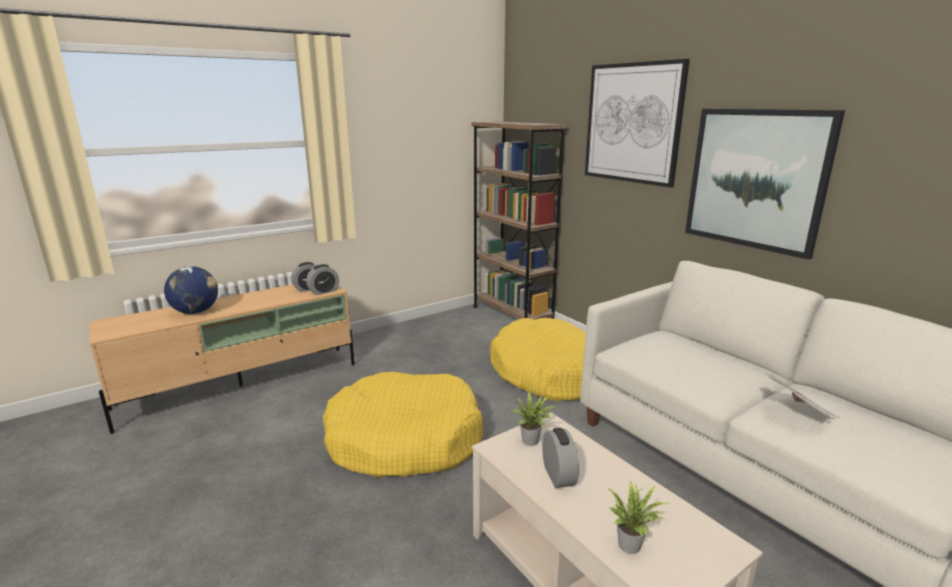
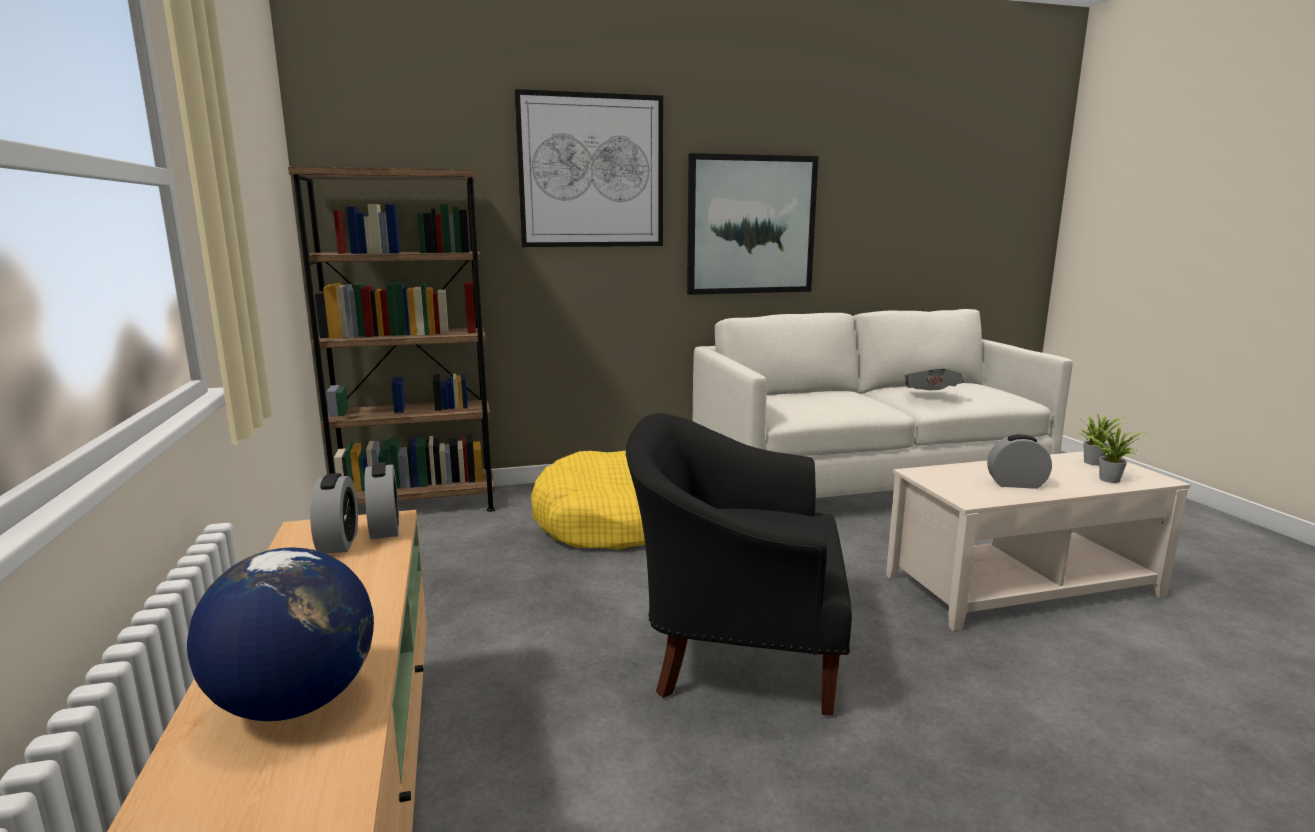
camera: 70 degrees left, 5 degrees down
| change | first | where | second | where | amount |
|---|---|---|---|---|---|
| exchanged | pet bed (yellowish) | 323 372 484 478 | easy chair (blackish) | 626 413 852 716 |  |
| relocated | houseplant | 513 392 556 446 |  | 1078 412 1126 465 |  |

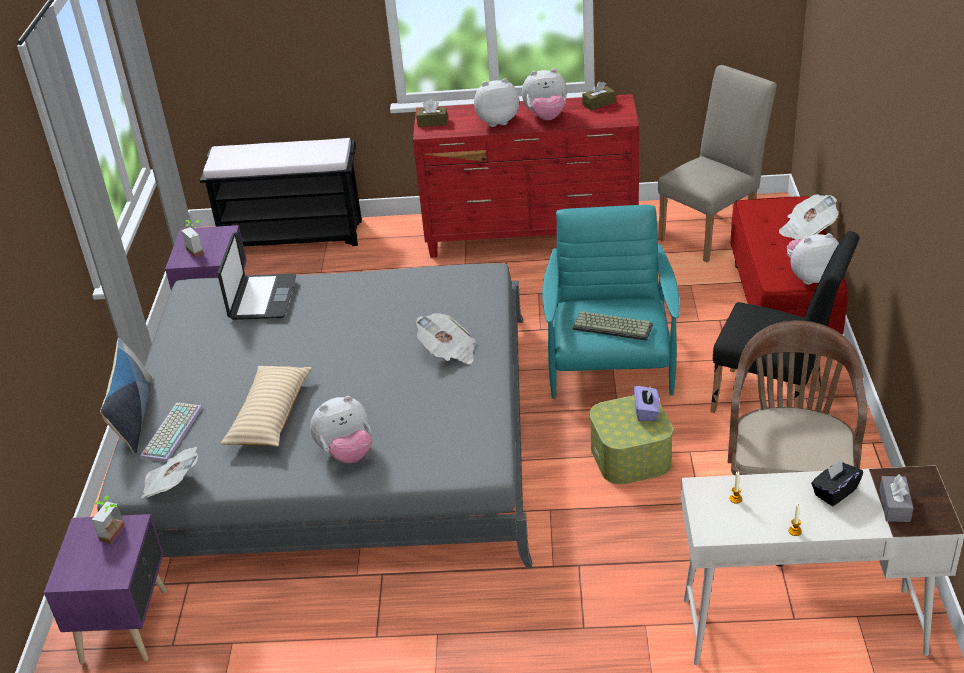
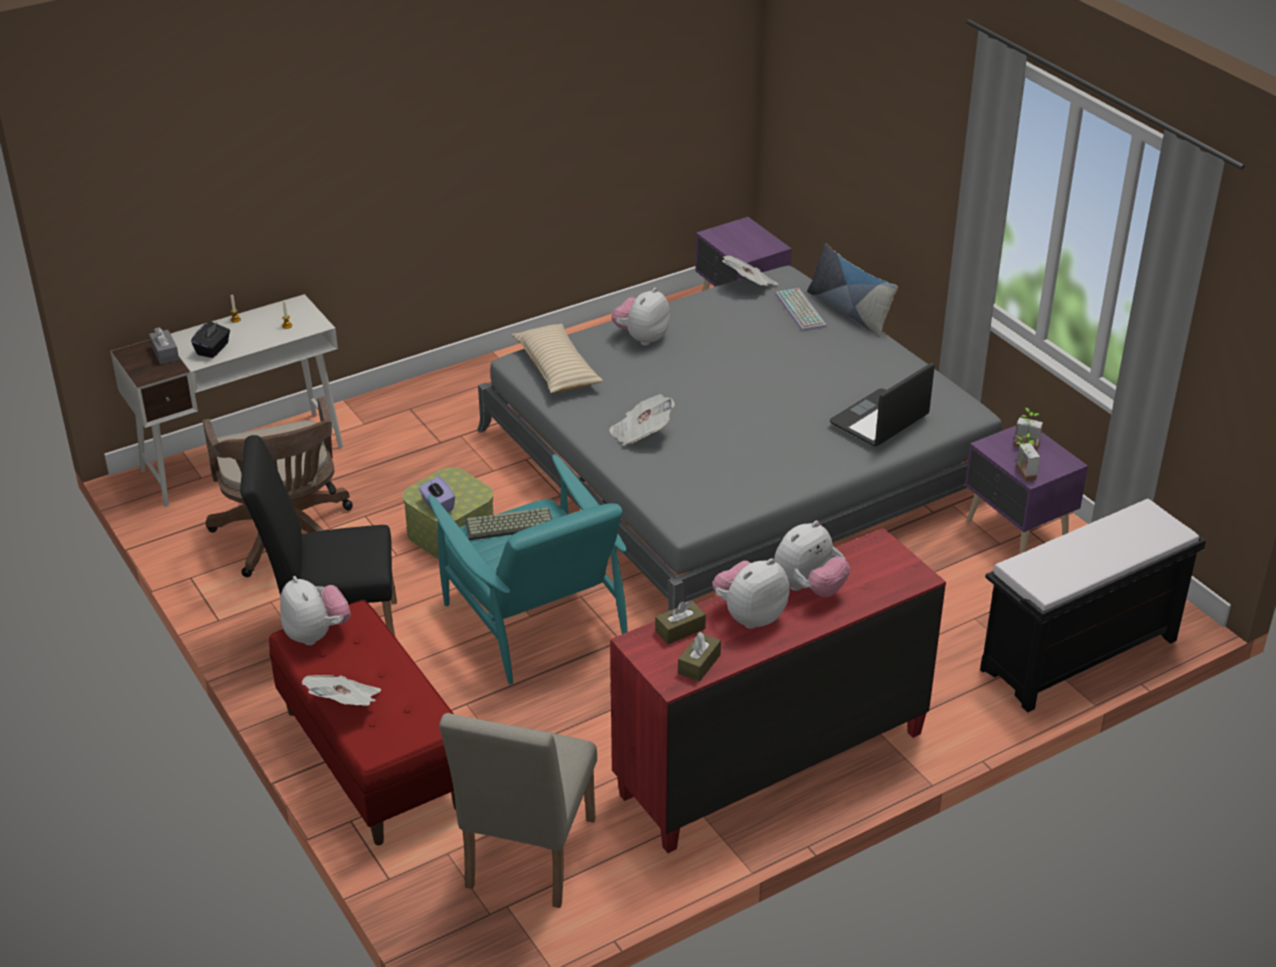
camera: 145 degrees right, 0 degrees up
| change | first | where | second | where | amount |
|---|---|---|---|---|---|
| relocated | tissue box (brown) | 417 99 447 127 |  | 655 601 706 644 |  |
| spun | notebook computer | 217 233 296 320 |  | 830 363 935 446 | 75 degrees clockwise |
| spun | cuddly toy | 787 233 839 285 |  | 280 576 351 646 | 75 degrees counterclockwise |
| relocated | cushion (sand-coloured) | 221 366 312 447 |  | 512 324 603 393 |  |
| relocated | houseplant | 92 495 125 544 |  | 1016 433 1040 482 |  |

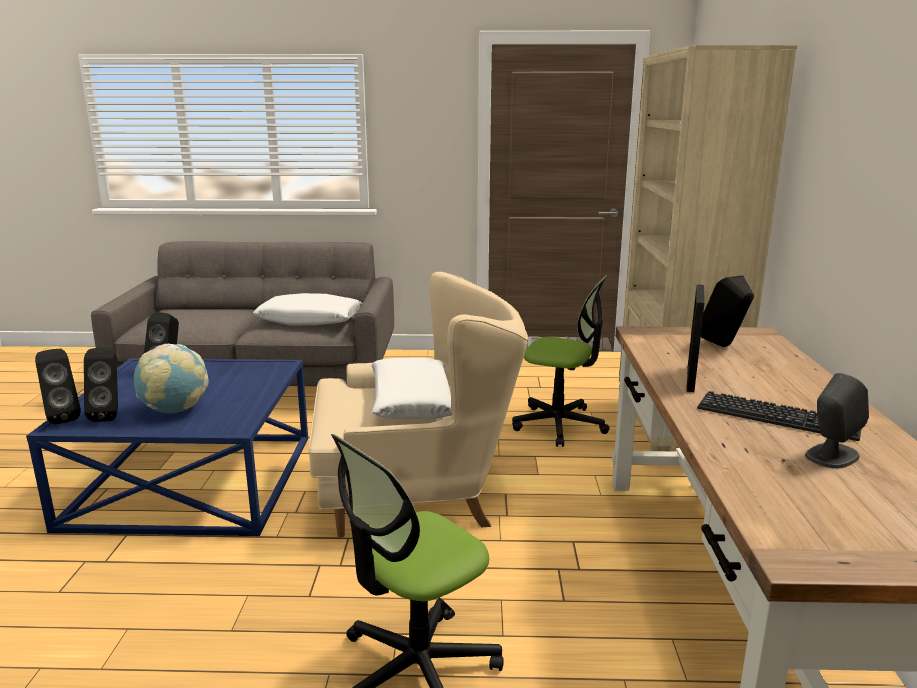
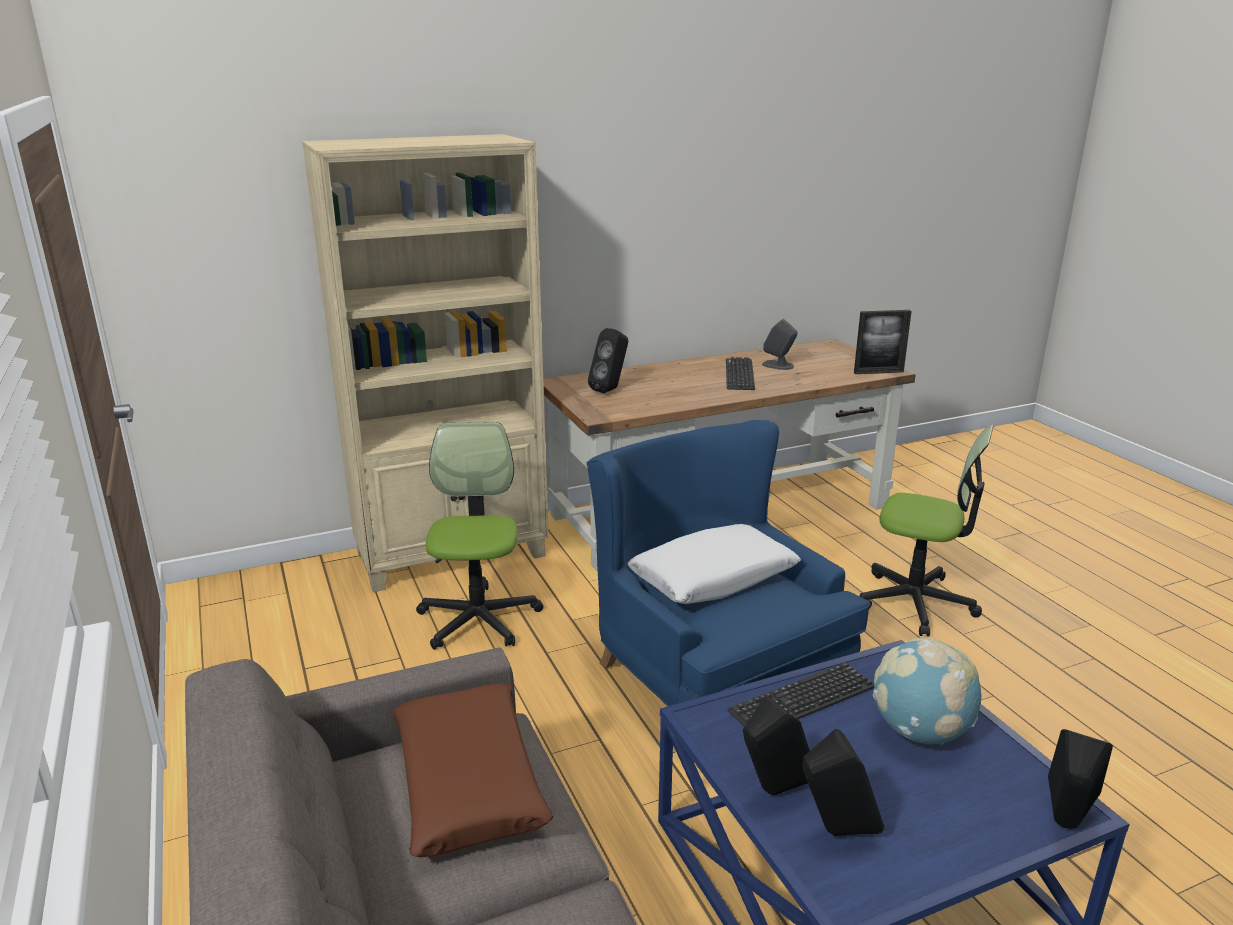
camera: 115 degrees left, 5 degrees up
| change | first | where | second | where | amount |
|---|---|---|---|---|---|
| colour | easy chair (sand-coloured) | 308 272 528 537 | easy chair (blue) | 587 420 870 706 |  |
| relocated | standing frame | 687 284 705 392 |  | 854 310 912 374 |  |
| colour | cushion (white) | 253 293 362 326 | cushion (brown) | 392 683 554 857 |  |
| relocated | audio speaker (blackish) | 84 348 118 422 |  | 743 695 810 795 |  |
| appeared |  |  | keyboard | 727 662 874 727 |  |

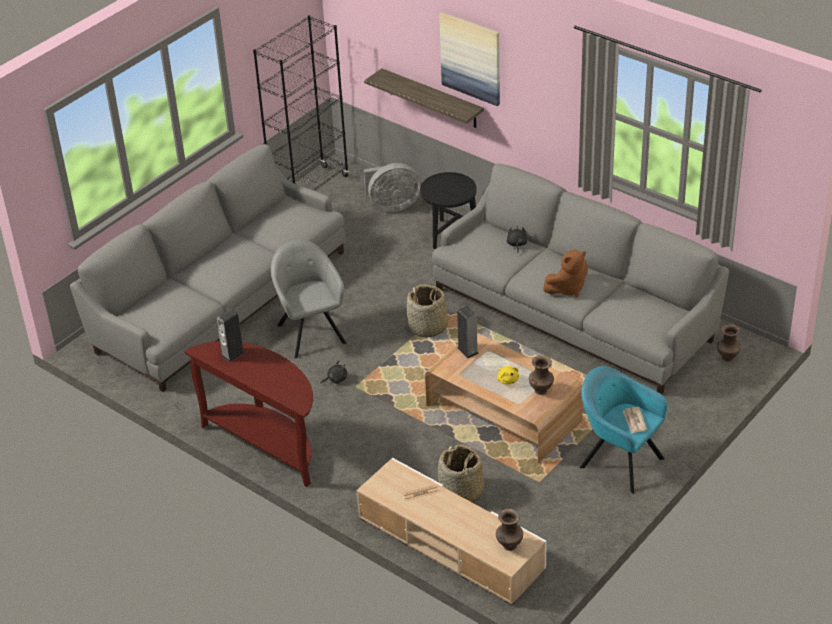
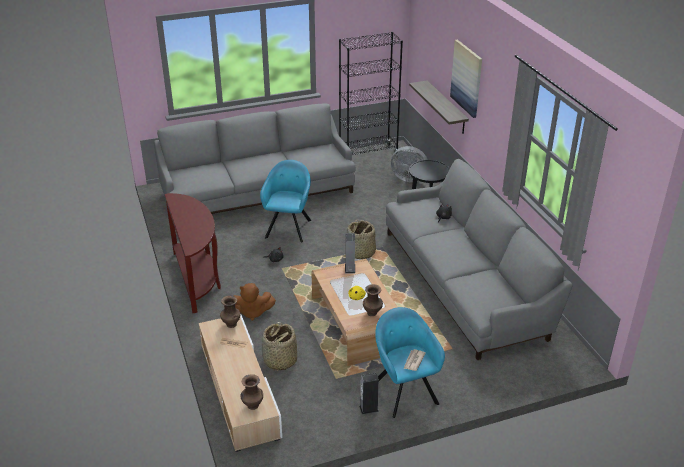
camera: 30 degrees right, 5 degrees down
| change | first | where | second | where | amount |
|---|---|---|---|---|---|
| colour | easy chair (grey) | 271 240 347 359 | easy chair (blue-green) | 260 160 311 243 |  |
| relocated | cuddly toy (brown) | 543 250 588 297 |  | 234 283 276 321 |  |
| relocated | audio speaker | 216 308 245 363 |  | 359 373 379 414 |  |
| relocated | flower vase (brown) | 717 324 741 362 |  | 220 296 240 328 |  |

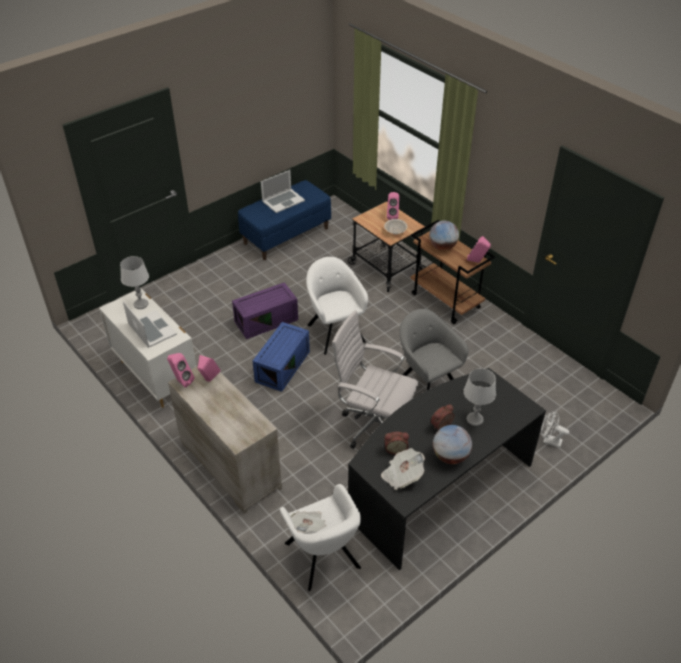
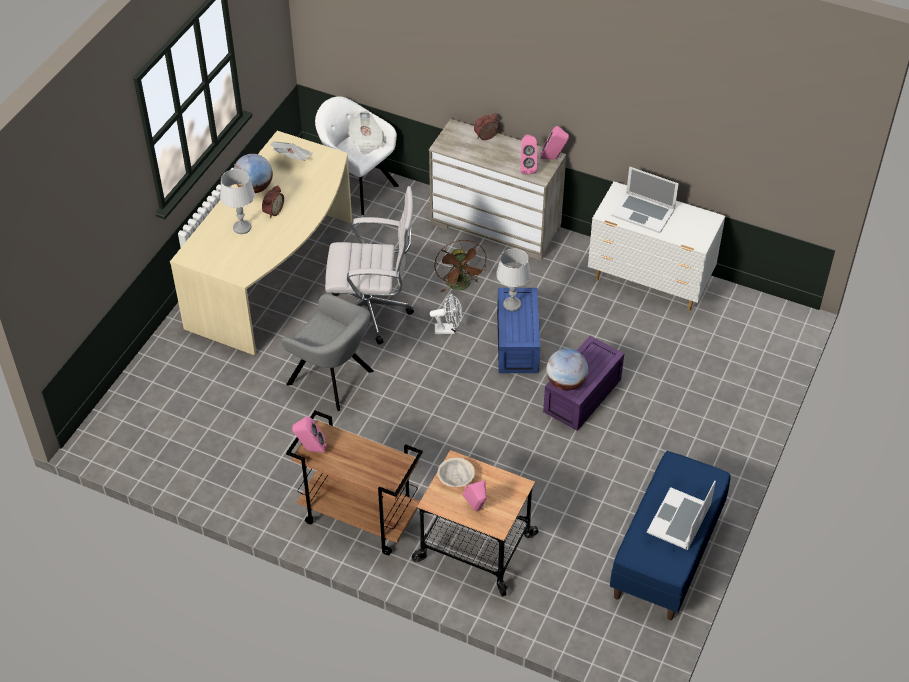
camera: 155 degrees right, 5 degrees up
| change | first | where | second | where | amount |
|---|---|---|---|---|---|
| relocated | globe | 429 221 459 250 |  | 546 348 588 390 |  |
| relocated | tabletop lamp (grey) | 120 256 149 309 |  | 496 248 531 311 |  |
| missing | easy chair (white) | 306 257 368 355 |  |  |  |
| colour | desk (blackish) | 348 368 546 570 | desk (sand-coloured) | 170 131 352 355 |  |
| relocated | fan (white) | 541 411 569 448 |  | 430 294 462 334 |  |
| relocated | table clock | 384 432 409 455 |  | 474 114 499 140 |  |
| appeared |  |  | fan (brown) | 434 240 487 292 |  |

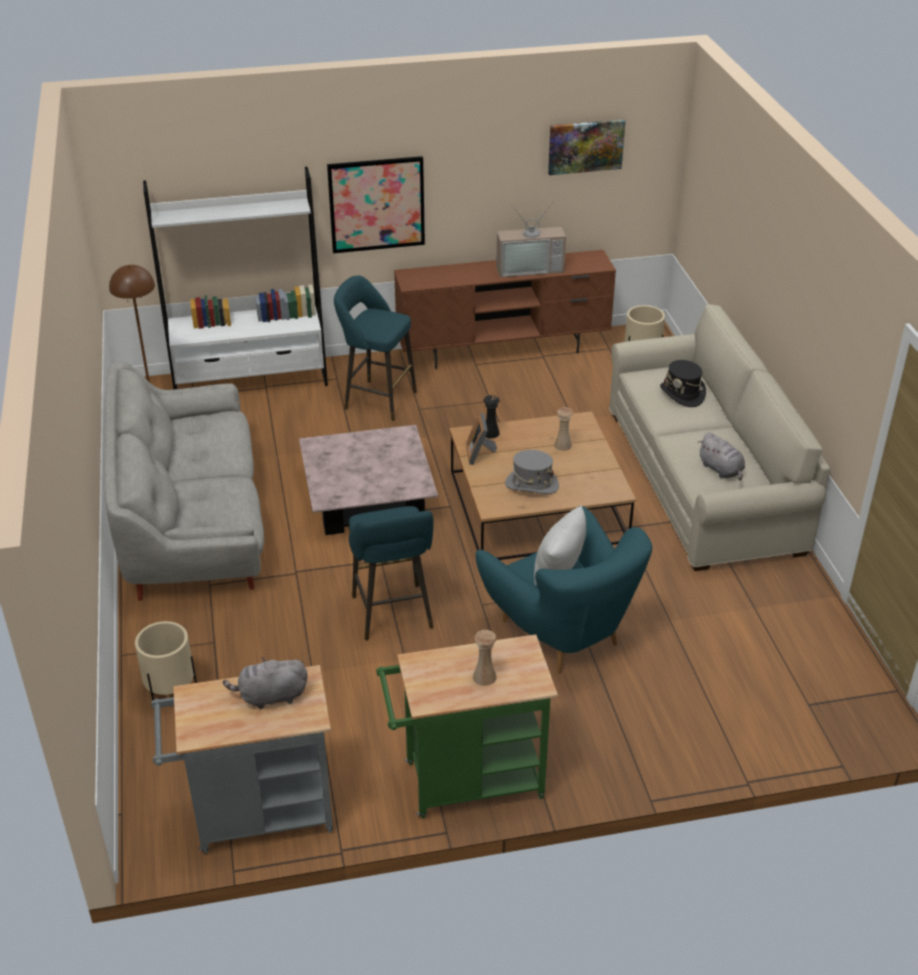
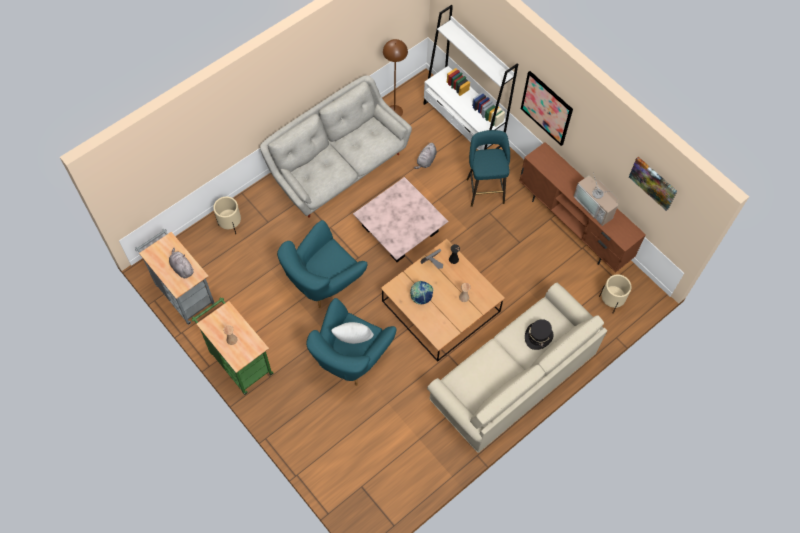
camera: 60 degrees right, 25 degrees up
| change | first | where | second | where | amount |
|---|---|---|---|---|---|
| relocated | cuddly toy (grey) | 698 433 745 481 |  | 414 143 437 169 |  |
| exchanged | wearable hat (grey) | 505 450 559 494 | globe | 410 281 433 304 |  |
| exchanged | stool seat (blue-green) | 349 506 434 640 | easy chair (blue-green) | 277 220 367 308 |  |

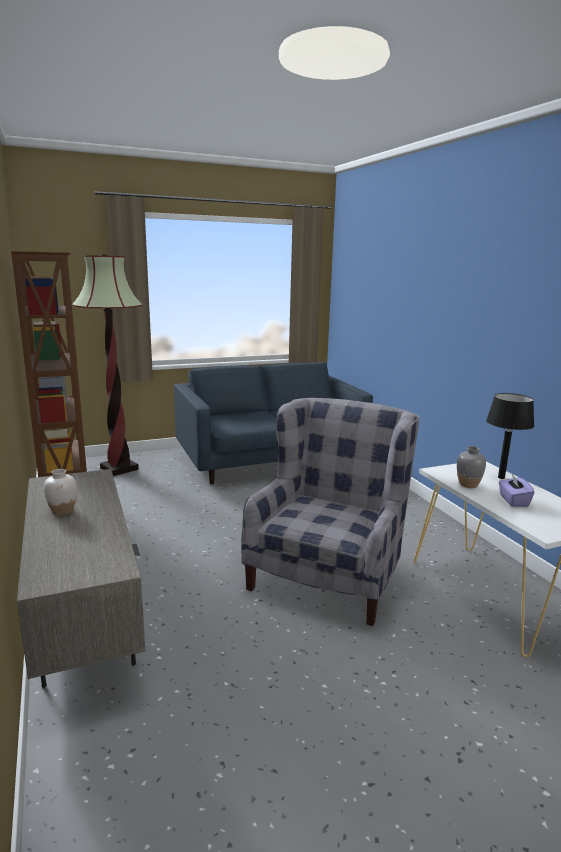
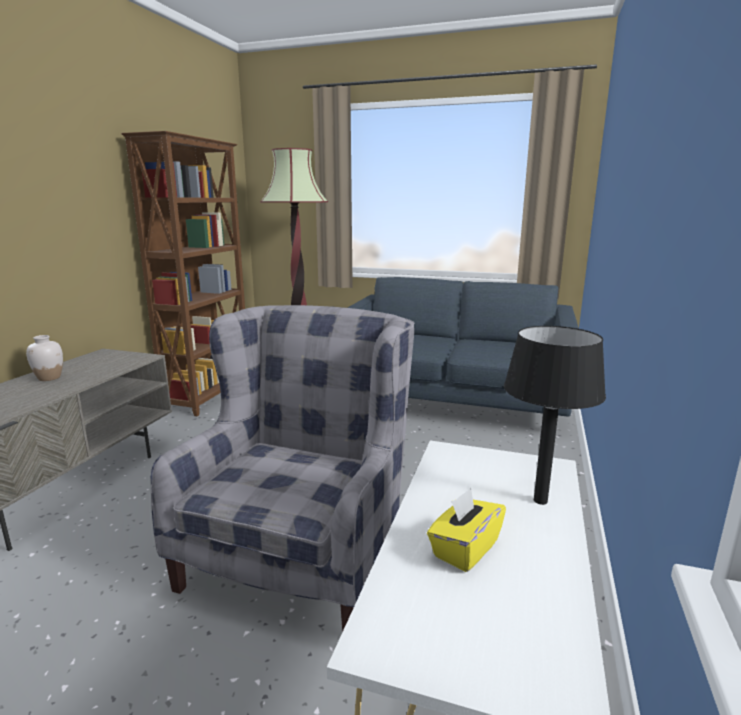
camera: 40 degrees right, 0 degrees up
| change | first | where | second | where | amount |
|---|---|---|---|---|---|
| spun | easy chair (grey) | 241 398 419 626 |  | 151 305 415 632 | 45 degrees counterclockwise |
| missing | flower vase (grey) | 457 446 486 488 |  |  |  |
| colour | tissue box (purple-coloured) | 499 474 535 507 | tissue box (yellowish) | 427 488 506 572 |  |

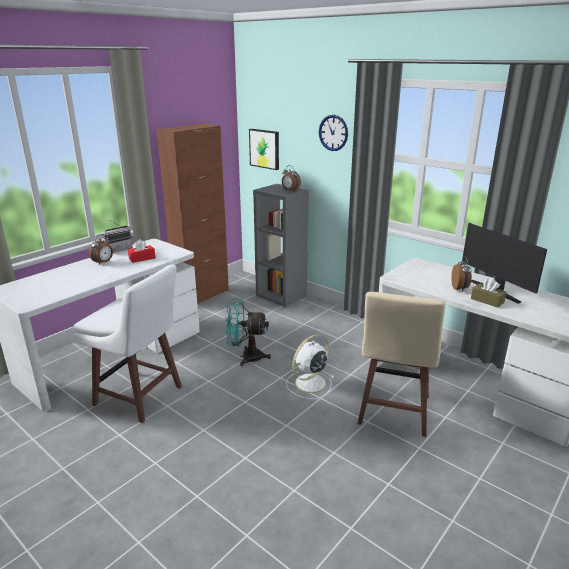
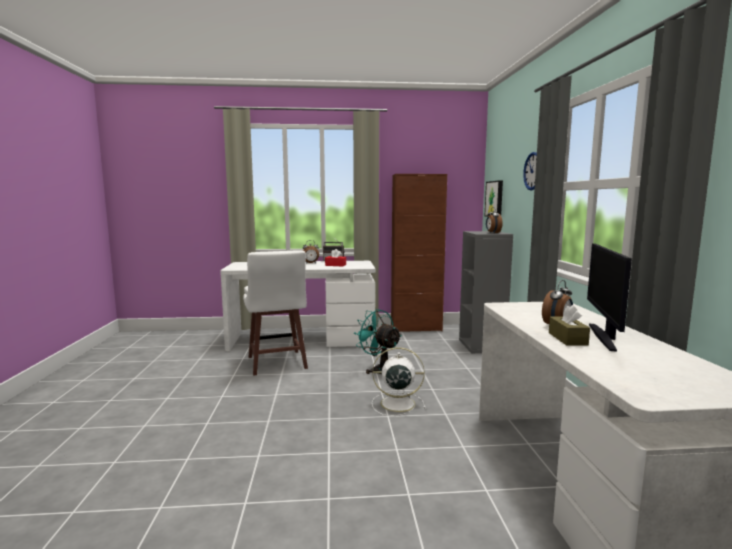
camera: 45 degrees right, 15 degrees down
| change | first | where | second | where | amount |
|---|---|---|---|---|---|
| missing | stool seat (sand-coloured) | 358 292 445 437 |  |  |  |

